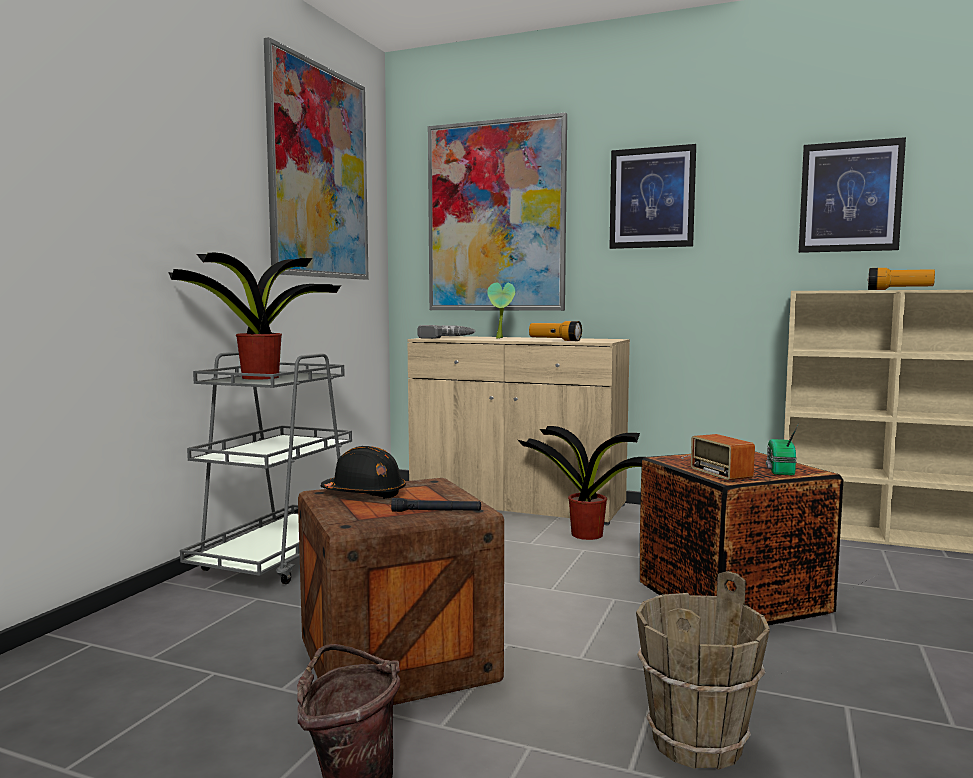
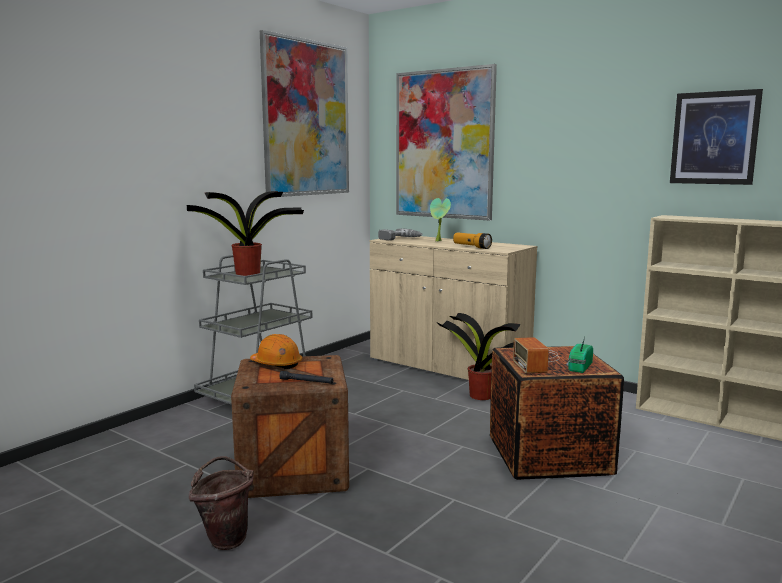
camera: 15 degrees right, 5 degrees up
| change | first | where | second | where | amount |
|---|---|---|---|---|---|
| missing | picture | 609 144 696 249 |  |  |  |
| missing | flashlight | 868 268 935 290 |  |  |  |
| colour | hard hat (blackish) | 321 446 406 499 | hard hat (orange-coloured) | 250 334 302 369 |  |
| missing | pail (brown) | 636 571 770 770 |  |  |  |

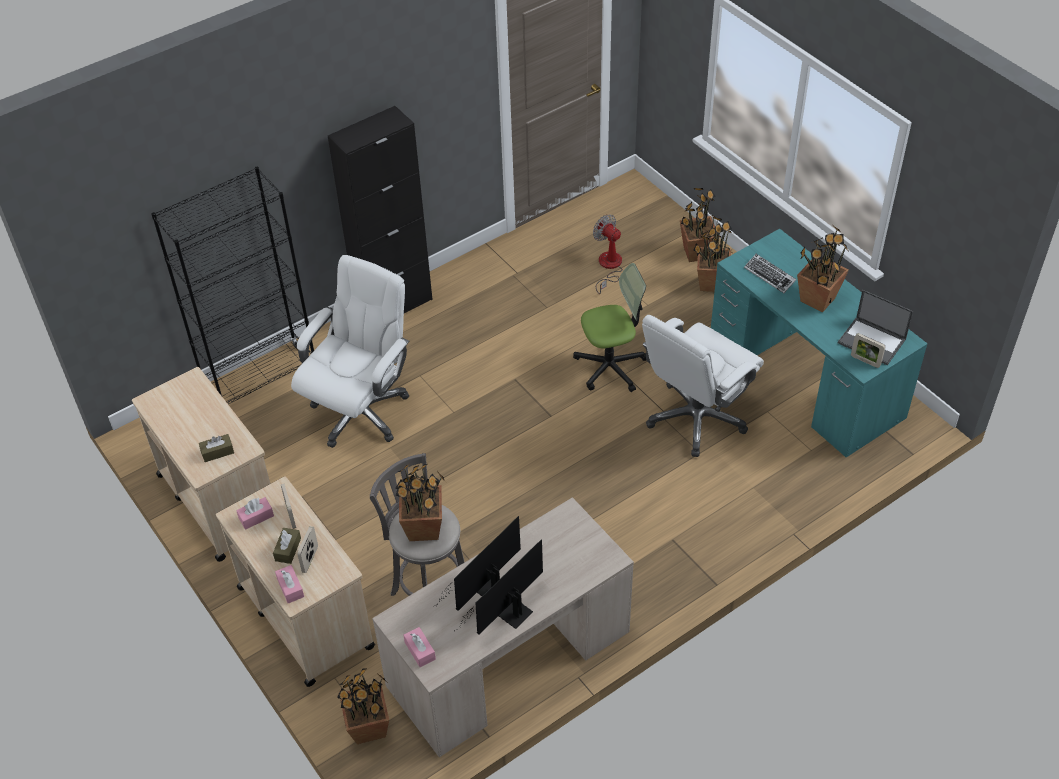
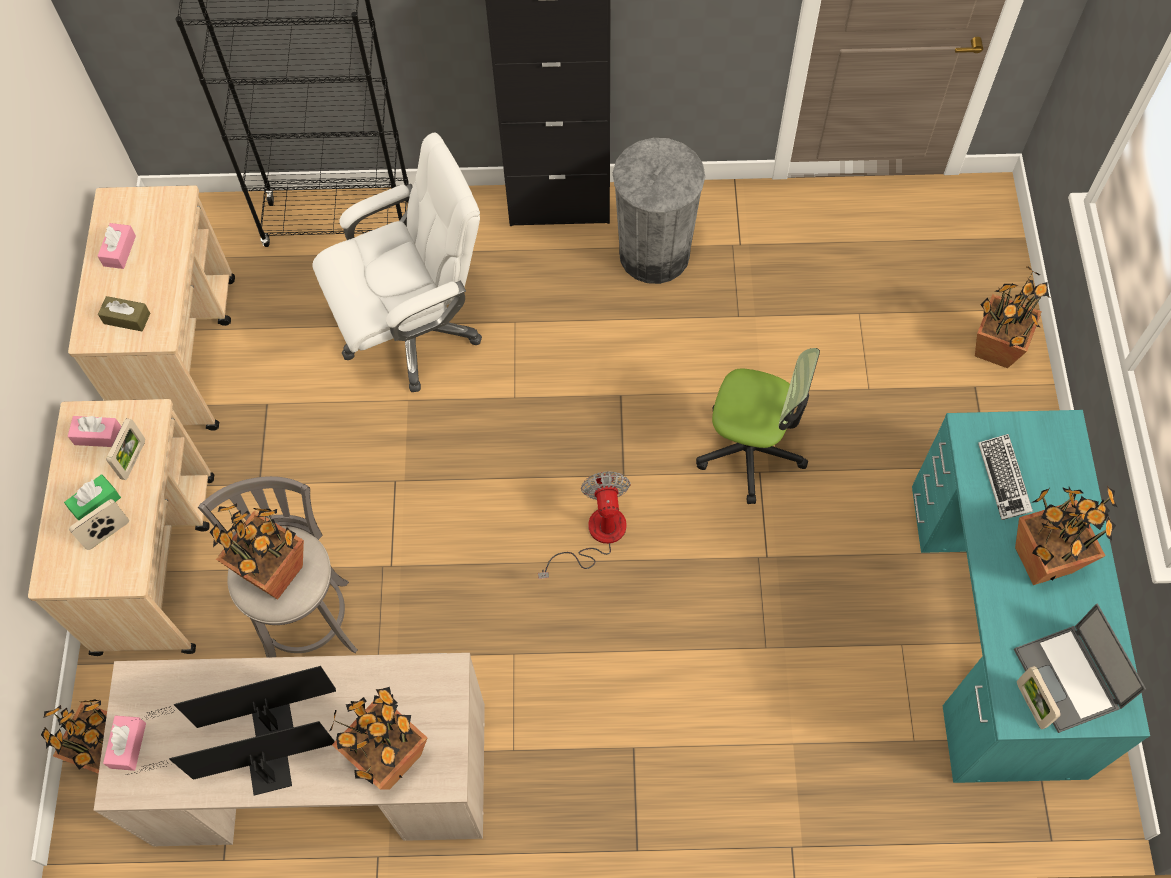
camera: 35 degrees right, 15 degrees up
| change | first | where | second | where | amount |
|---|---|---|---|---|---|
| relocated | fan | 593 214 623 294 |  | 538 472 631 579 |  |
| relocated | houseplant | 694 217 732 292 |  | 329 687 428 789 |  |
| missing | computer chair (white) | 642 315 764 457 |  |  |  |
| colour | tissue box (brown) | 273 528 301 564 | tissue box (greenish) | 64 474 121 520 |  |
| relocated | tissue box (pink-coloured) | 275 565 304 604 |  | 98 223 136 269 |  |
| appeared |  |  | trash can (grey) | 613 138 705 284 |  |

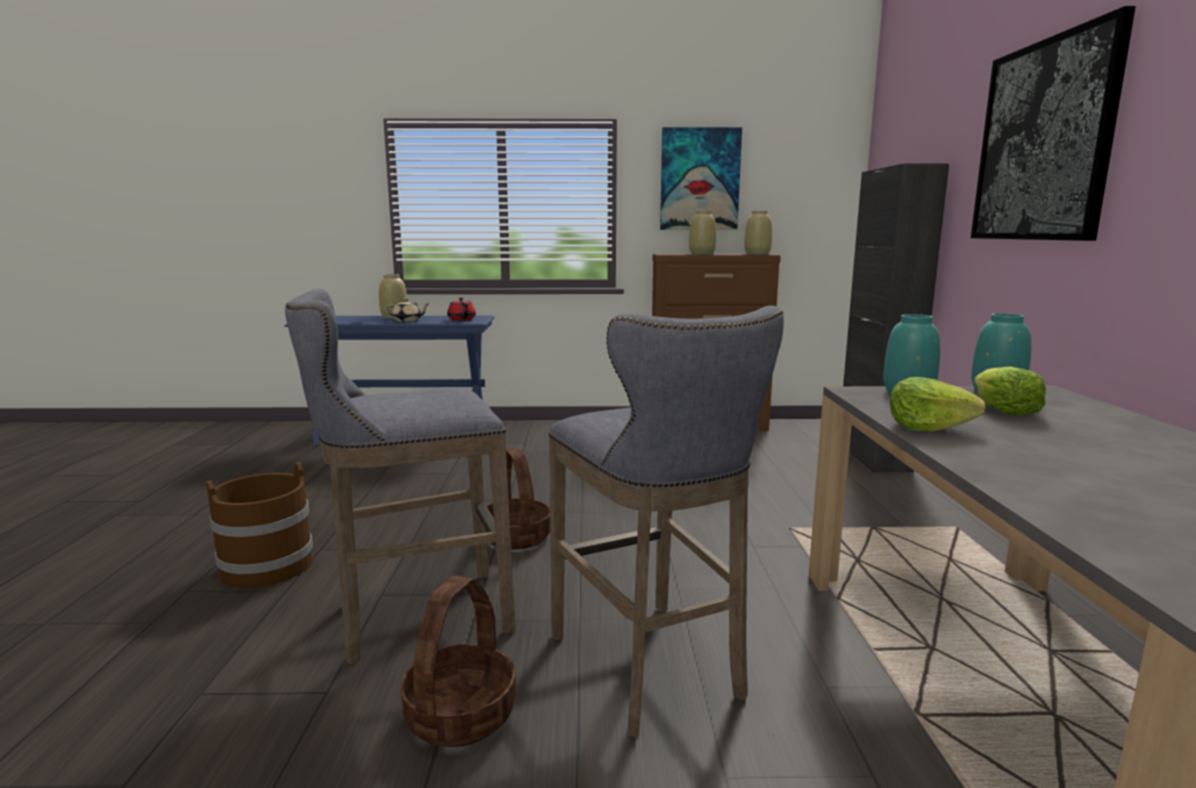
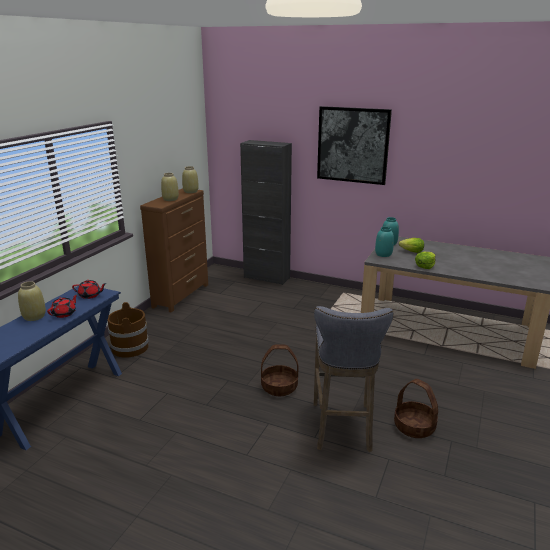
camera: 65 degrees left, 10 degrees up
| change | first | where | second | where | amount |
|---|---|---|---|---|---|
| missing | picture | 660 127 742 230 |  |  |  |
| colour | teapot (sand-coloured) | 385 298 430 322 | teapot (red) | 47 294 78 318 |  |
| missing | stool seat (grey) | 549 306 784 737 |  |  |  |
| relocated | pail (brown) | 206 462 313 588 |  | 107 302 149 358 |  |

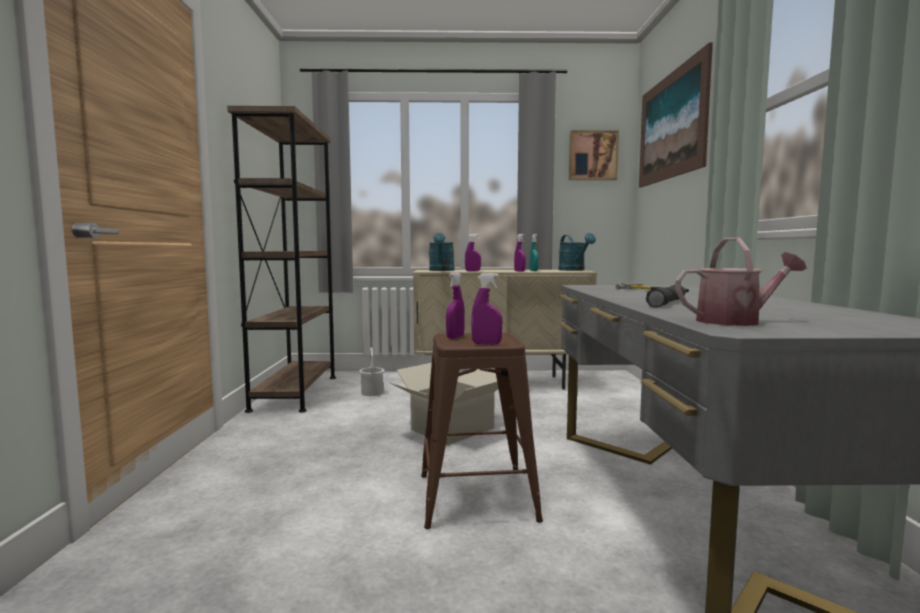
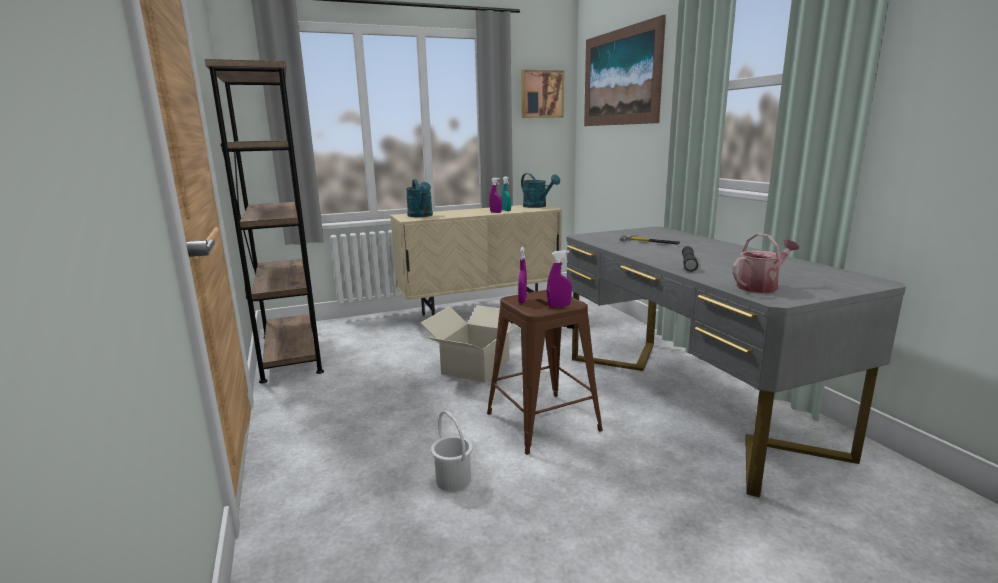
camera: 20 degrees left, 10 degrees up
| change | first | where | second | where | amount |
|---|---|---|---|---|---|
| missing | spray bottle (purple-coloured) | 465 234 481 271 |  |  |  |
| relocated | pail (white) | 359 347 385 396 |  | 431 411 473 492 |  |

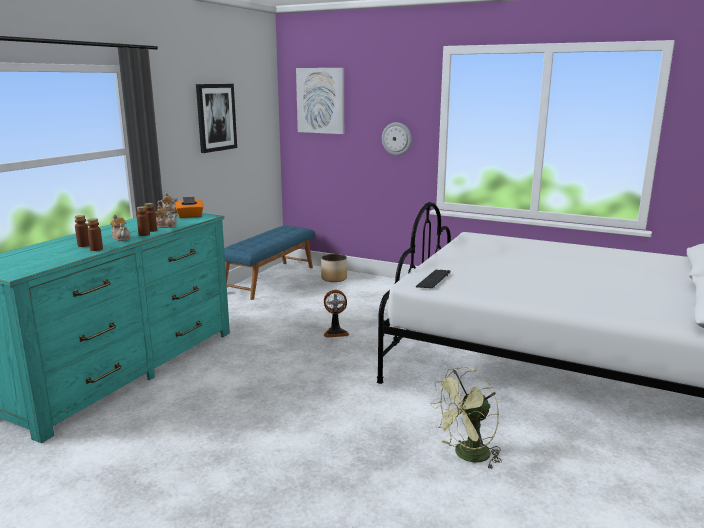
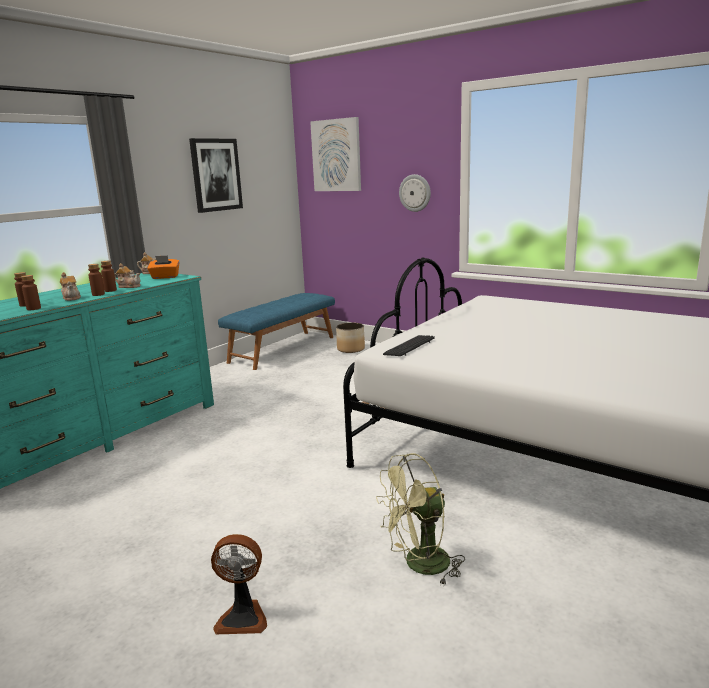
camera: 10 degrees right, 0 degrees up
| change | first | where | second | where | amount |
|---|---|---|---|---|---|
| relocated | fan | 324 290 349 338 |  | 211 534 267 634 |  |

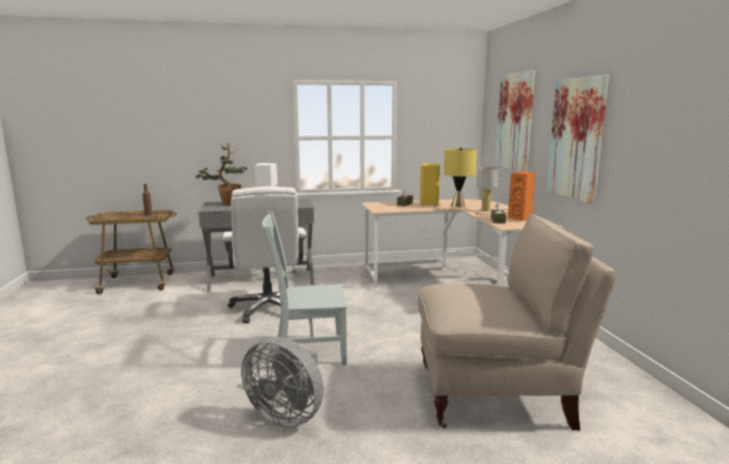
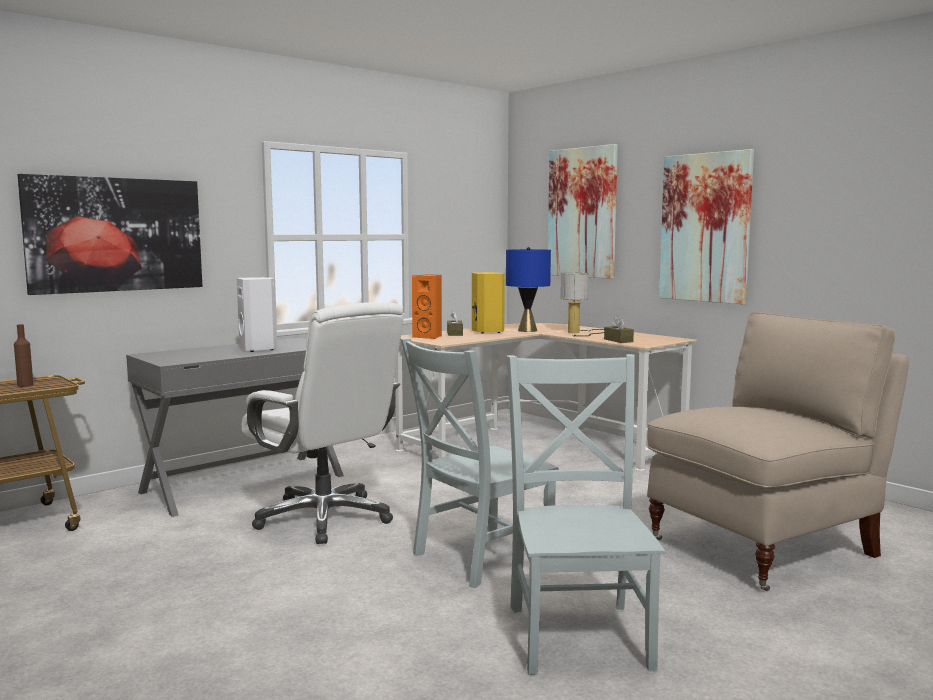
camera: 30 degrees left, 5 degrees down
| change | first | where | second | where | amount |
|---|---|---|---|---|---|
| missing | houseplant | 196 143 247 206 |  |  |  |
| colour | tabletop lamp (yellowish) | 444 147 477 207 | tabletop lamp (blue) | 506 247 551 332 |  |
| relocated | audio speaker (orange-coloured) | 508 172 536 221 |  | 412 274 442 339 |  |
| exchanged | fan (grey) | 241 337 324 427 | upright chair (grey) | 506 354 665 675 |  |
| appeared |  |  | picture | 18 174 203 295 |  |

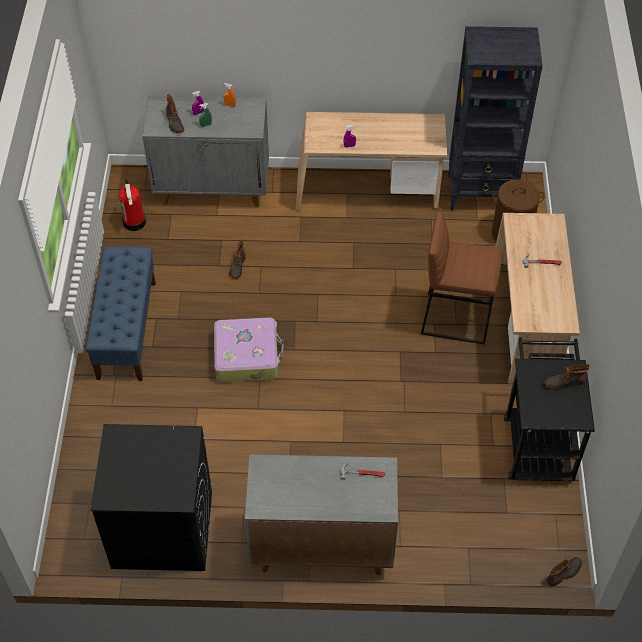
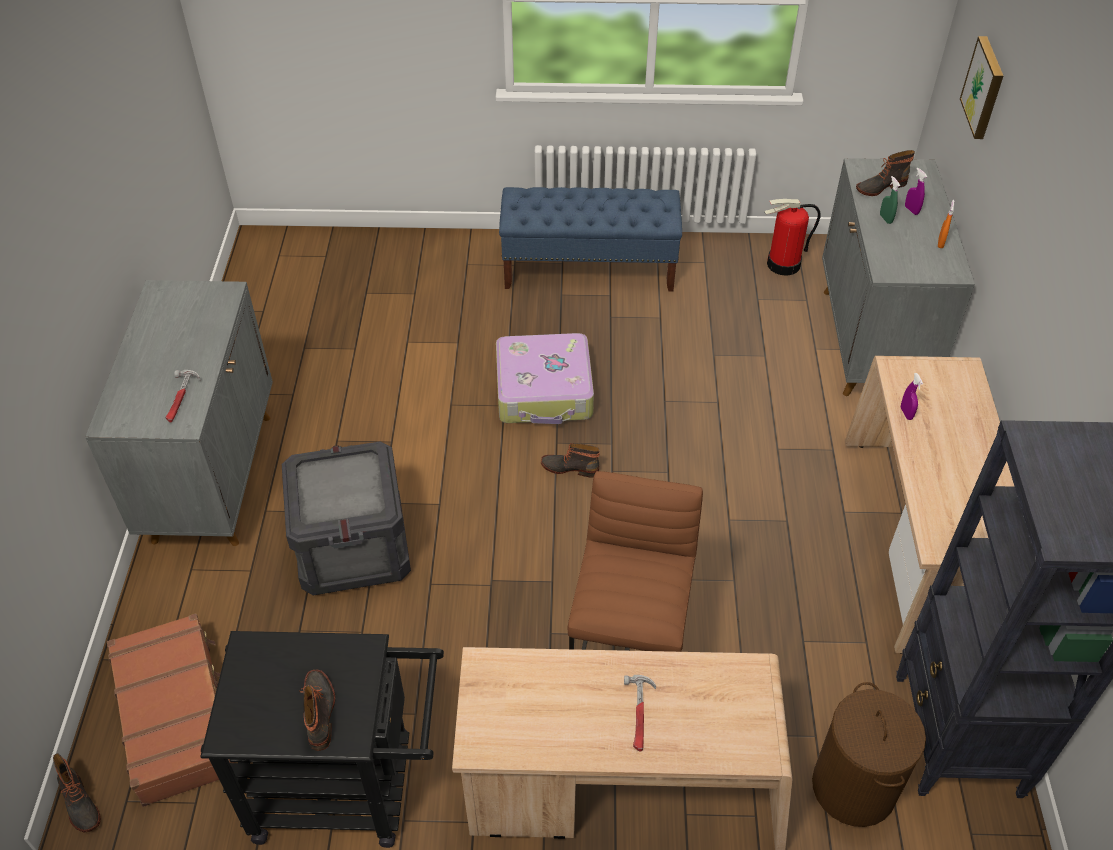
camera: 90 degrees right, 5 degrees down
| change | first | where | second | where | amount |
|---|---|---|---|---|---|
| relocated | tall boot | 229 240 246 279 |  | 541 443 600 478 |  |
| missing | washing machine (blackish) | 90 424 212 571 |  |  |  |
| appeared |  |  | picture | 960 36 1004 139 |  |
| appeared |  |  | shipping crate | 282 442 411 595 |  |
| appeared |  |  | suitcase (brown) | 107 613 234 807 |  |

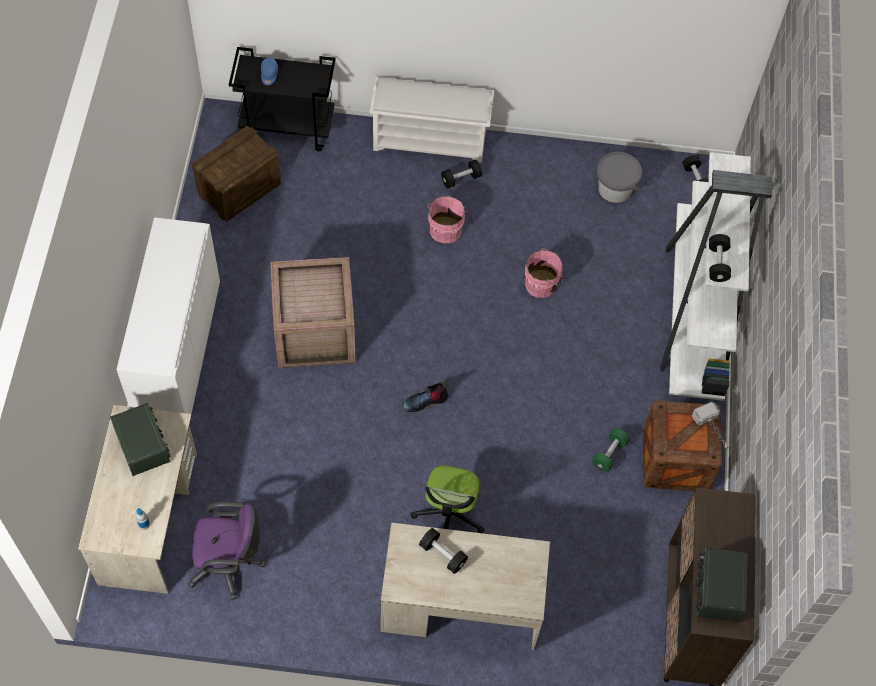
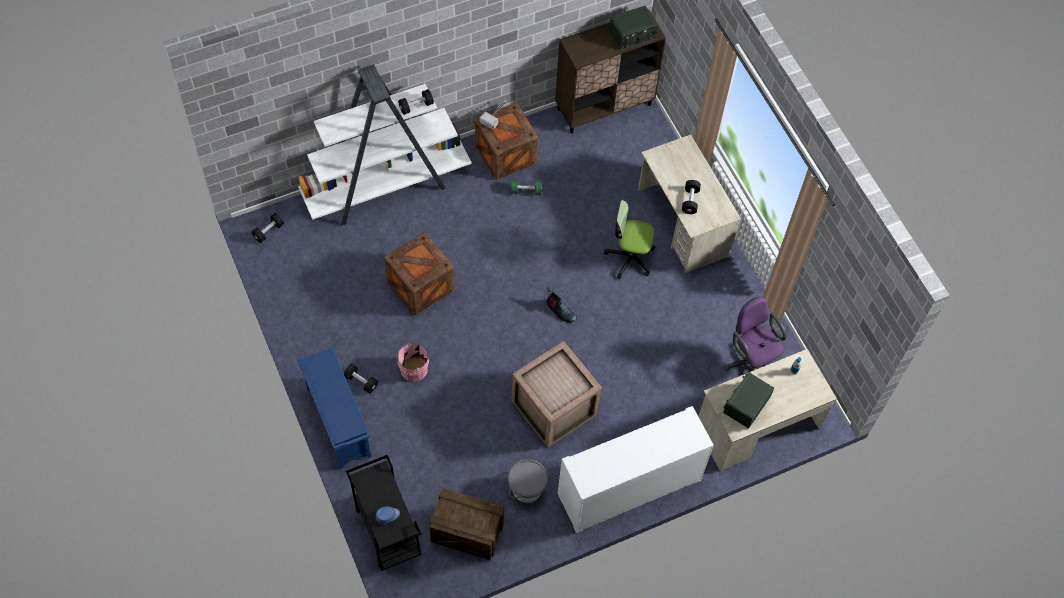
camera: 120 degrees left, 0 degrees up
| change | first | where | second | where | amount |
|---|---|---|---|---|---|
| colour | shoe stand (white) | 369 77 494 163 | shoe stand (blue) | 298 347 372 469 |  |
| relocated | pail (grey) | 597 152 642 203 |  | 508 459 548 503 |  |
| exchanged | pail (pink-coloured) | 525 248 563 298 | shipping crate | 384 232 455 315 |  |
| spun | computer chair | 411 465 485 533 |  | 604 200 655 279 | 150 degrees counterclockwise |

